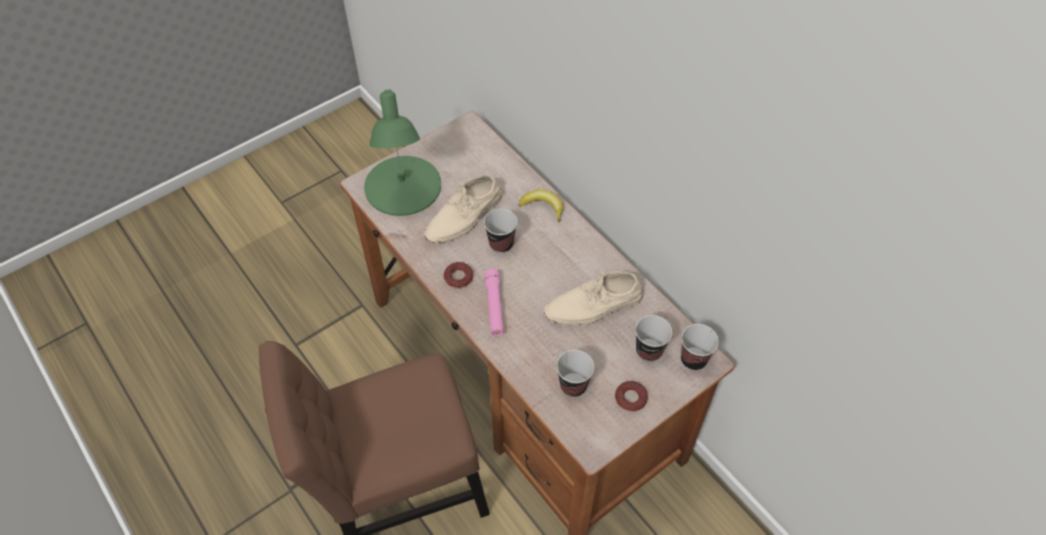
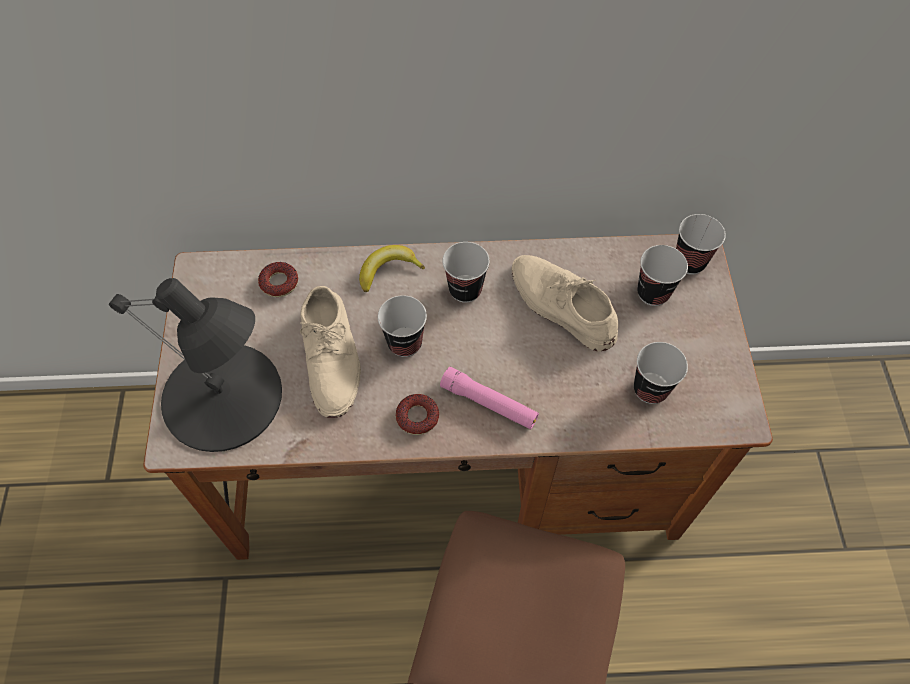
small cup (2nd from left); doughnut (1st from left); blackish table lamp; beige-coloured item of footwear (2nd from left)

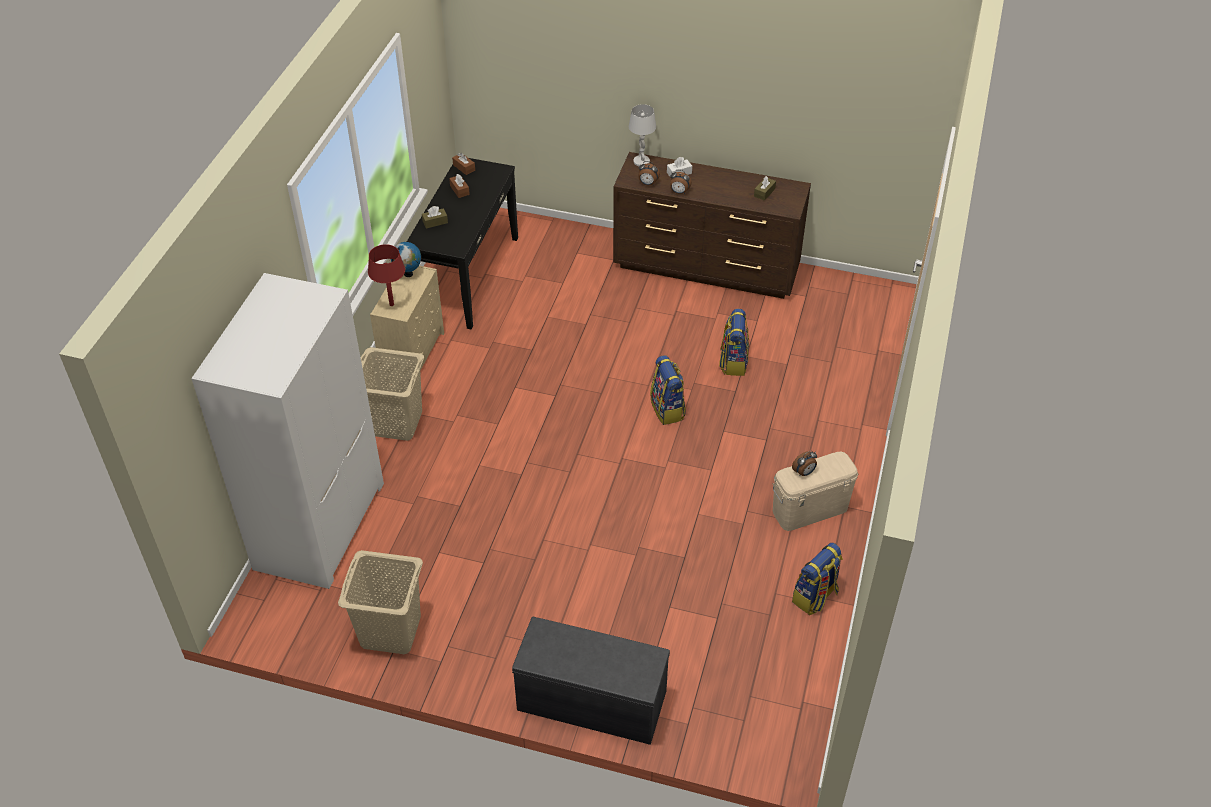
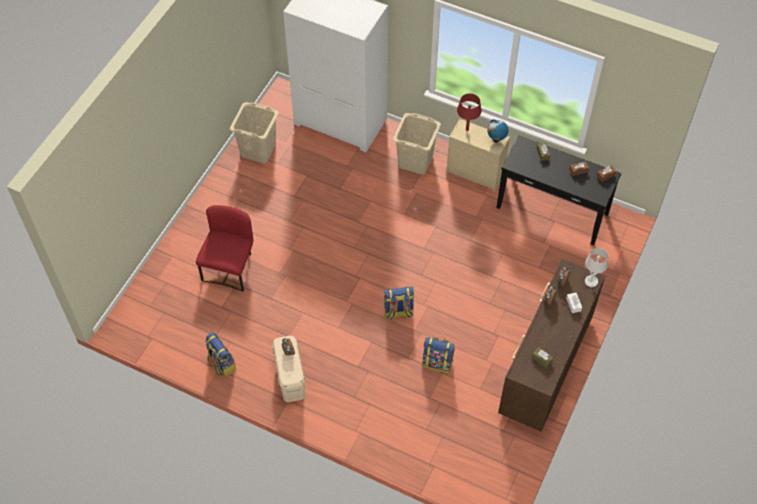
greyish long seat; reddish plain chair

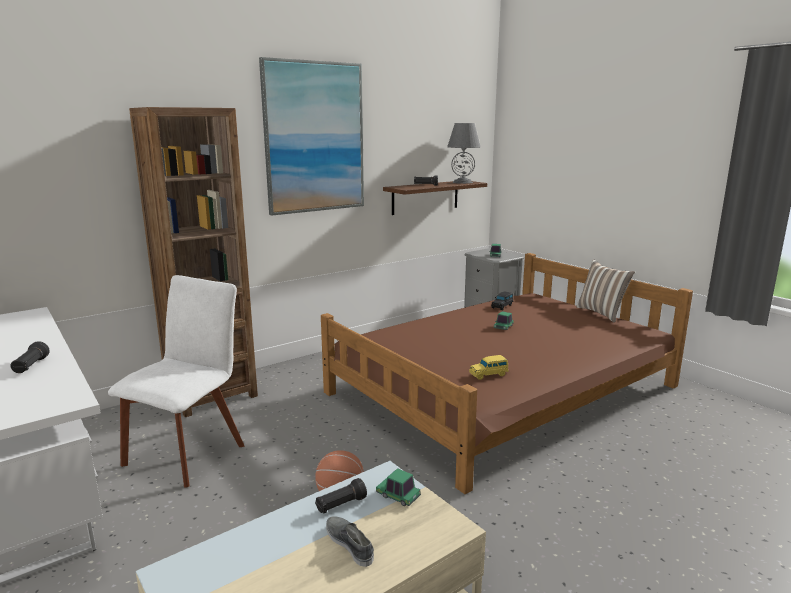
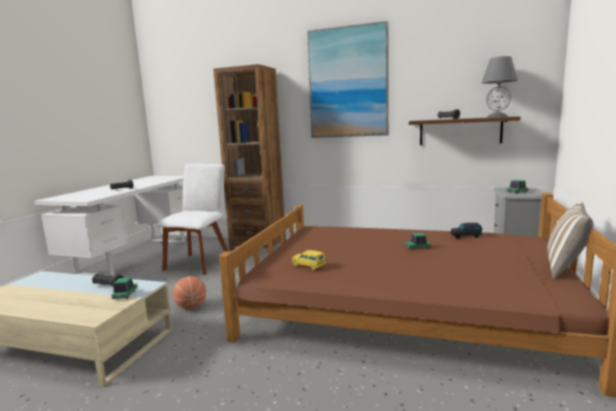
greyish item of footwear; white-coloured plain chair

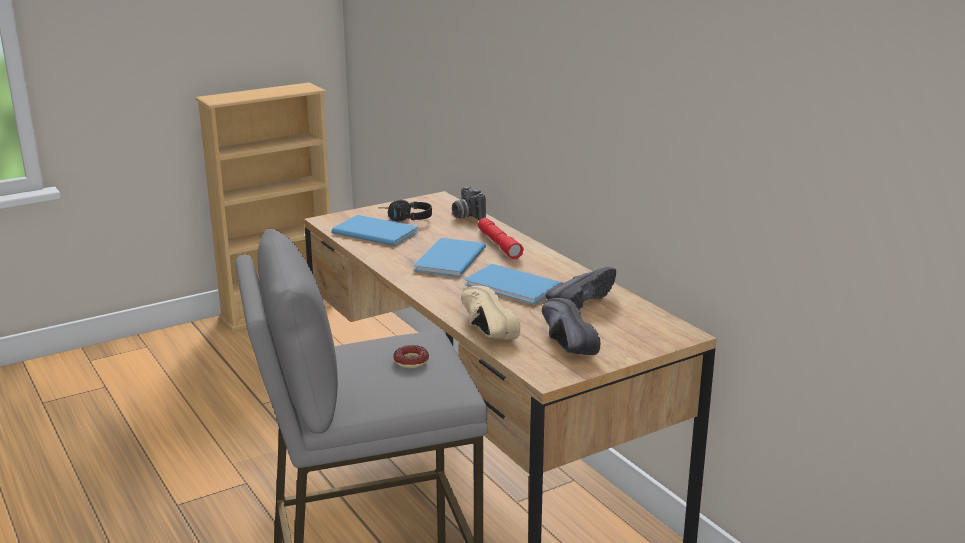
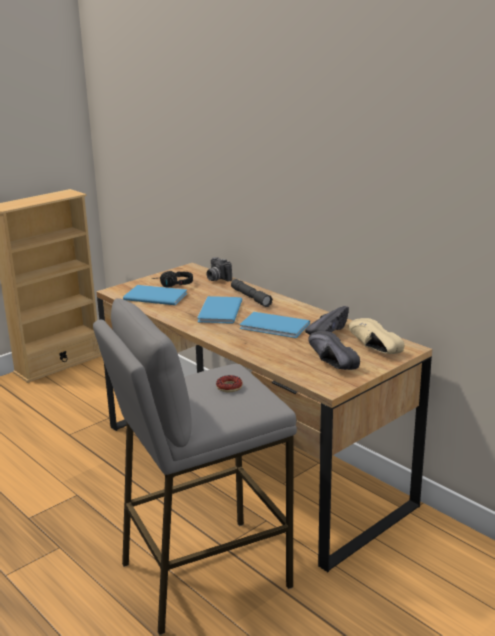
beige-coloured item of footwear; greyish flashlight

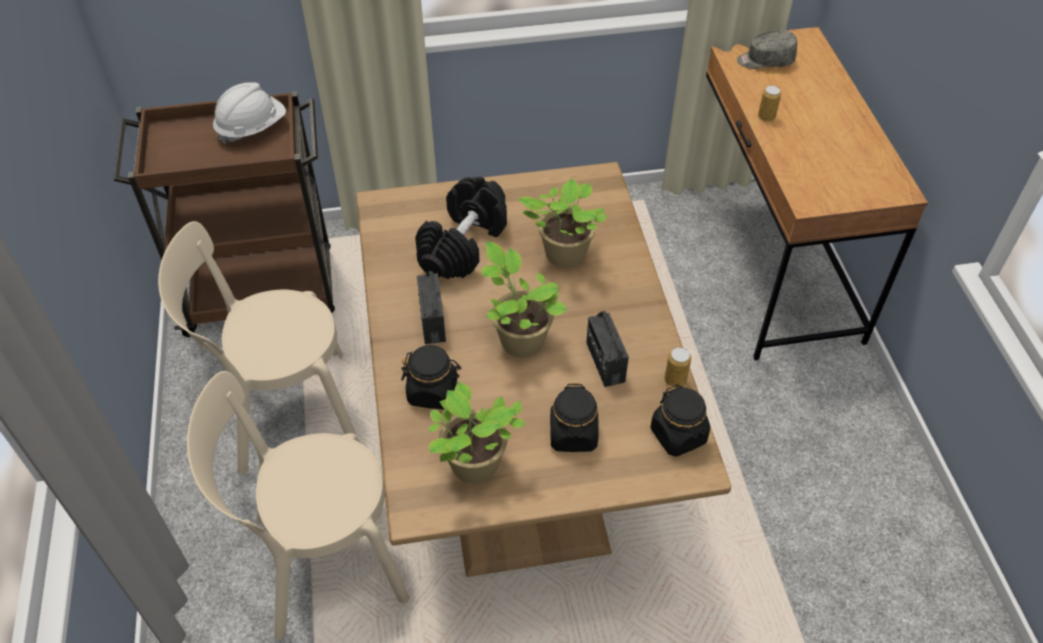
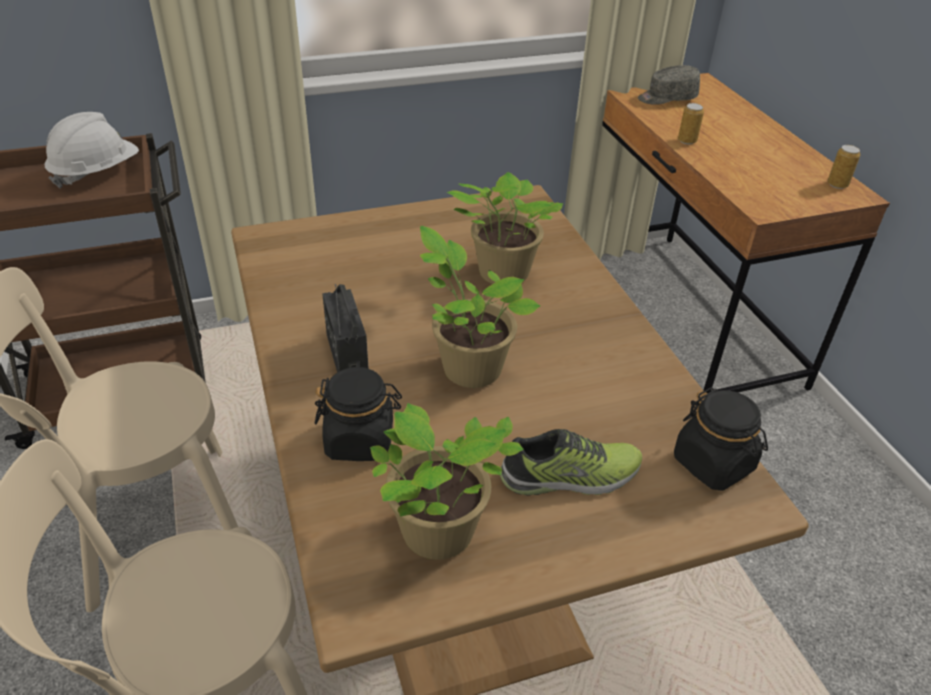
blackish hand weight; radio (2nd from left in the first image); metal can (2nd from left); item of footwear

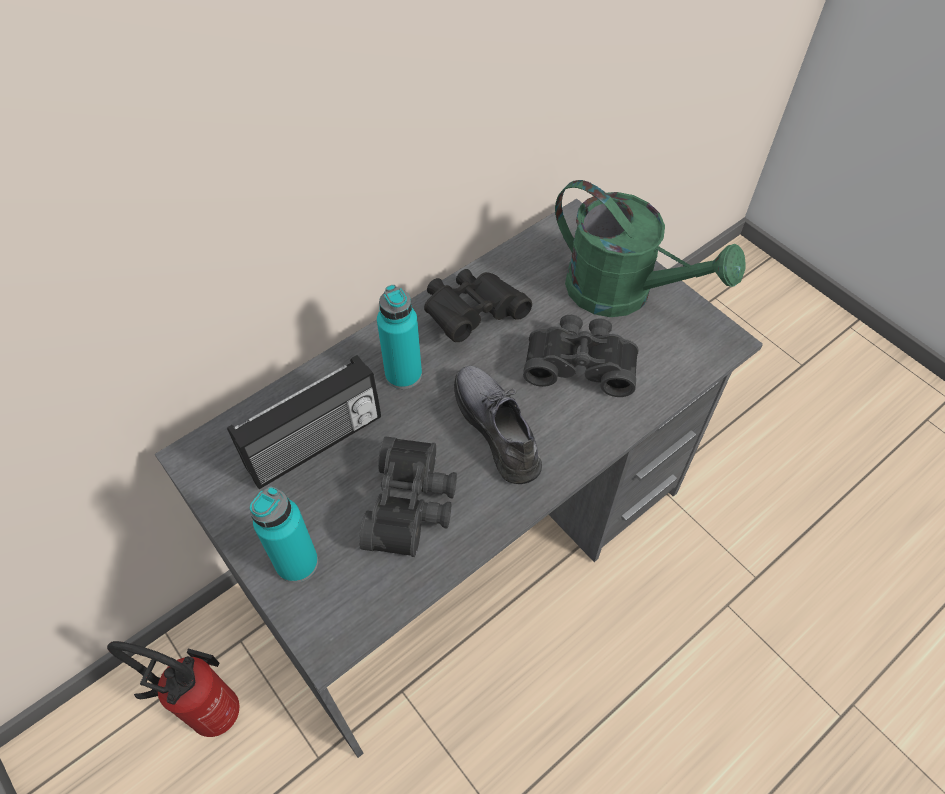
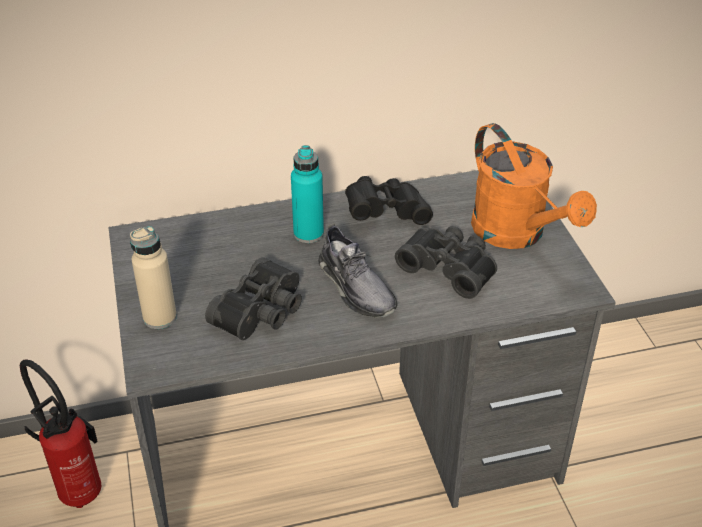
radio; beige-coloured bottle; orangey watering can; greyish item of footwear

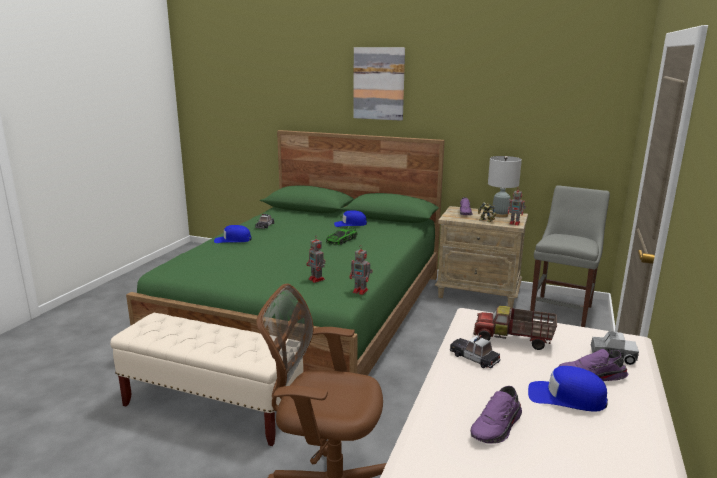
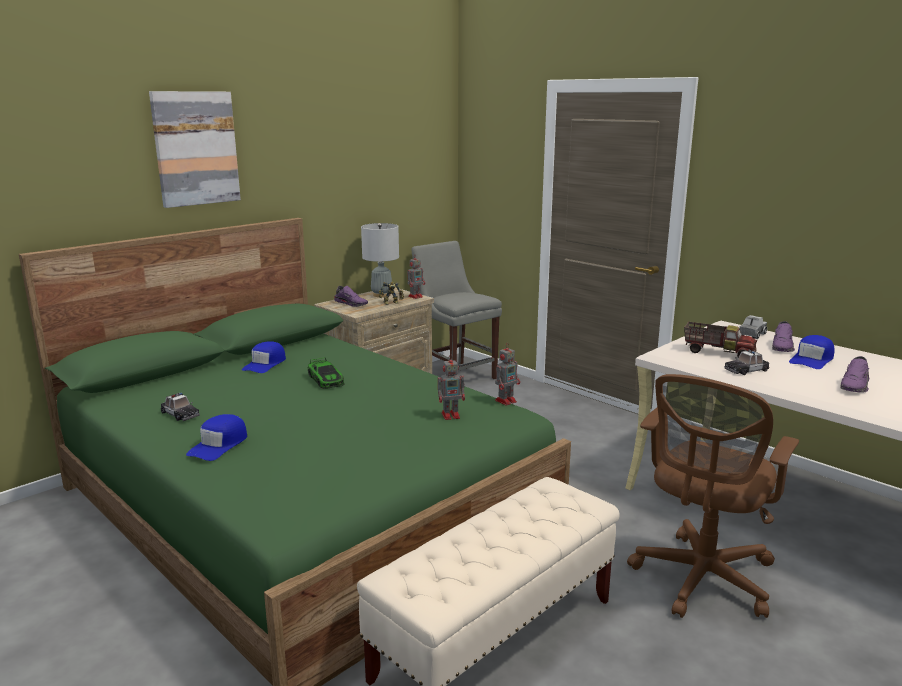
purple-coloured item of footwear (3rd from left); toy lorry (1st from left)

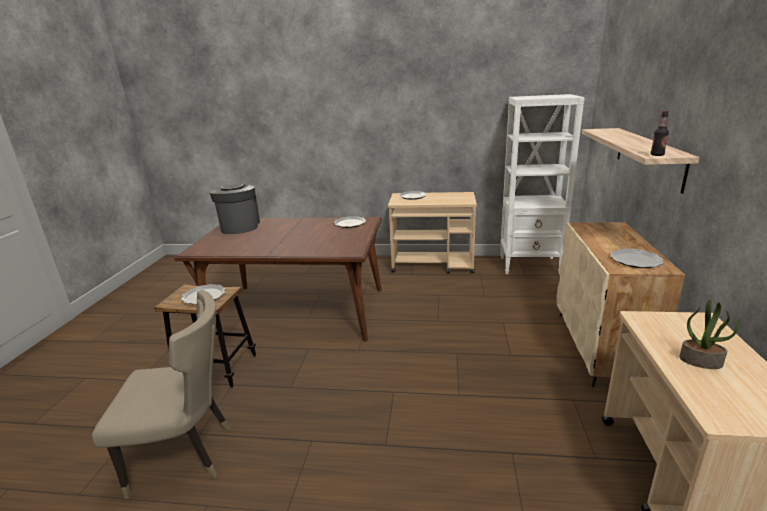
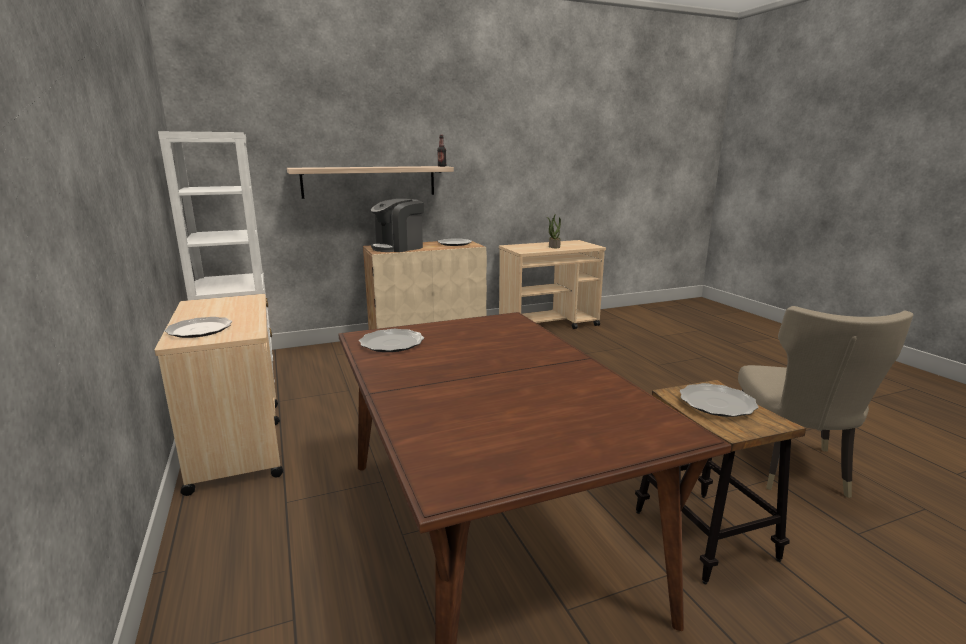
coffee maker; beige-coloured plain chair

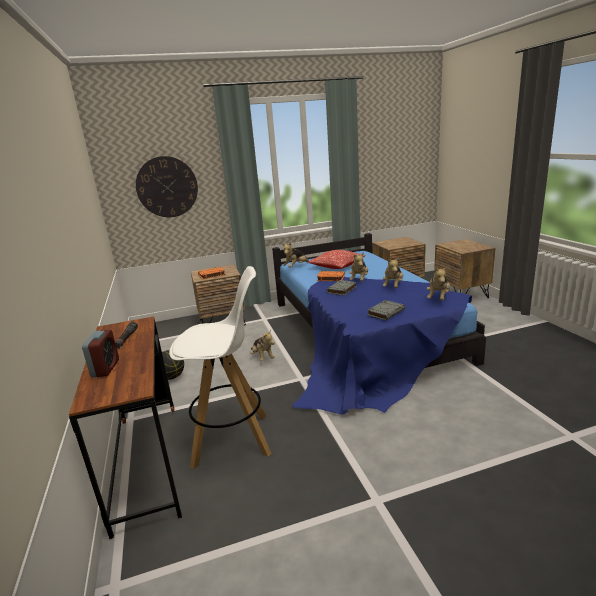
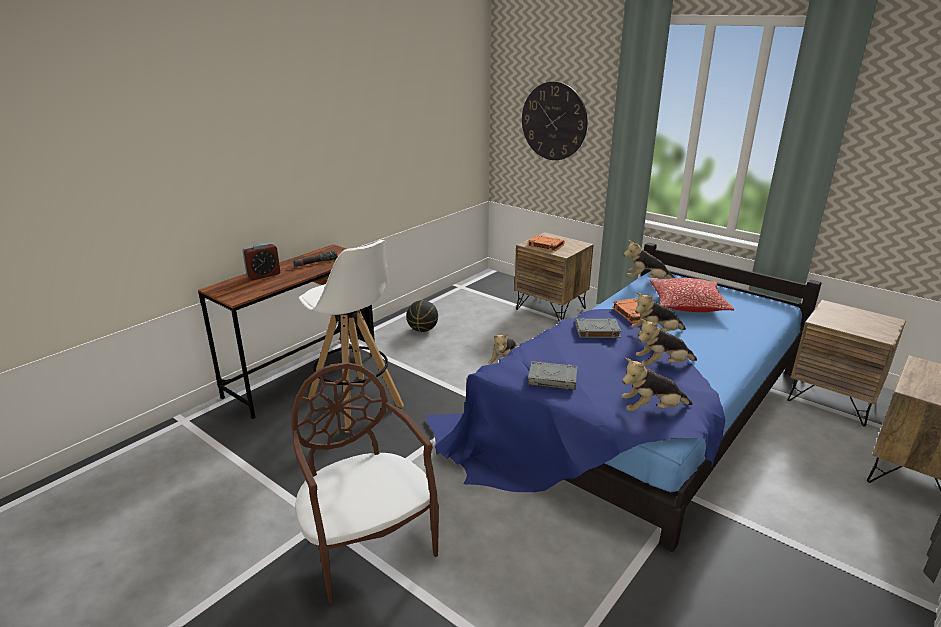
brown-coloured plain chair

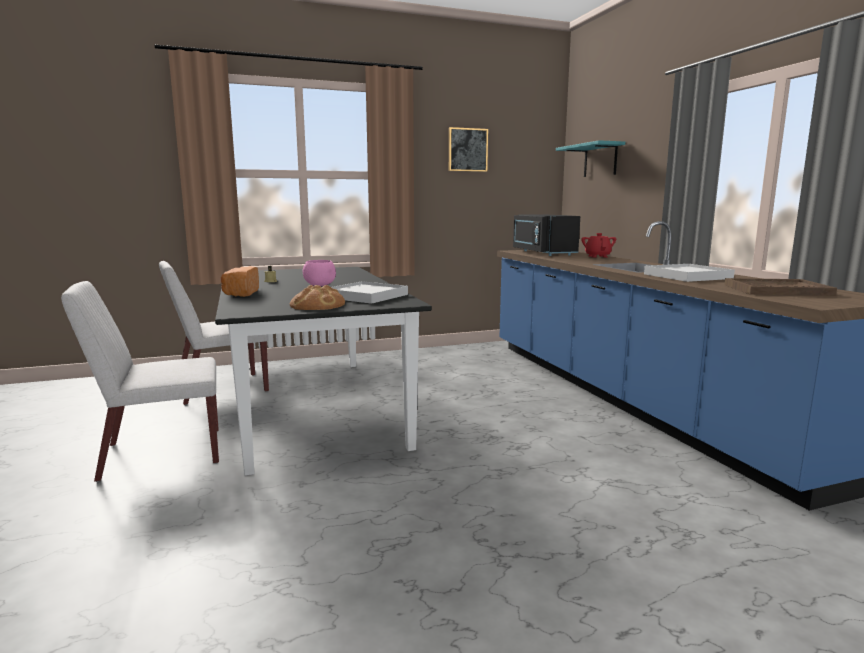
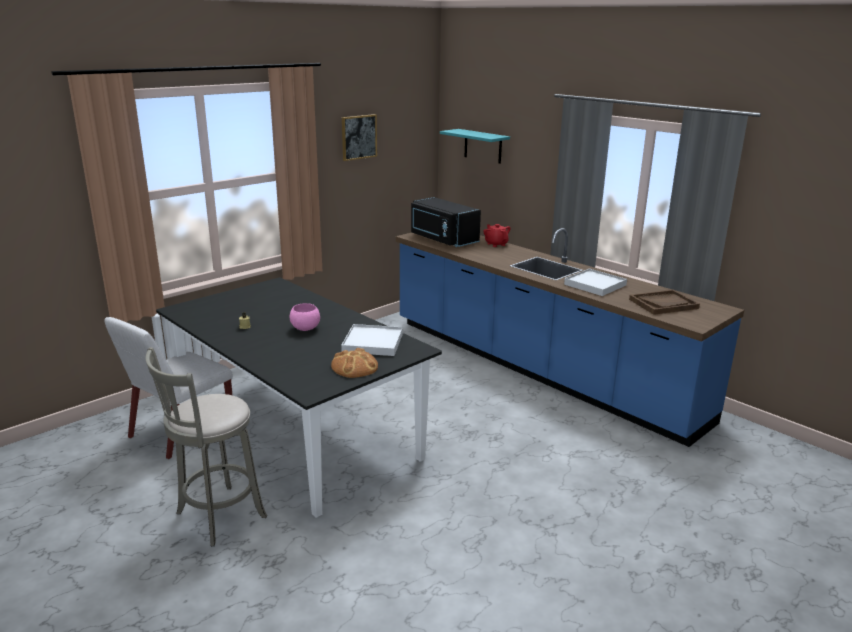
bakery bread (1st from left in the first image); greyish stool

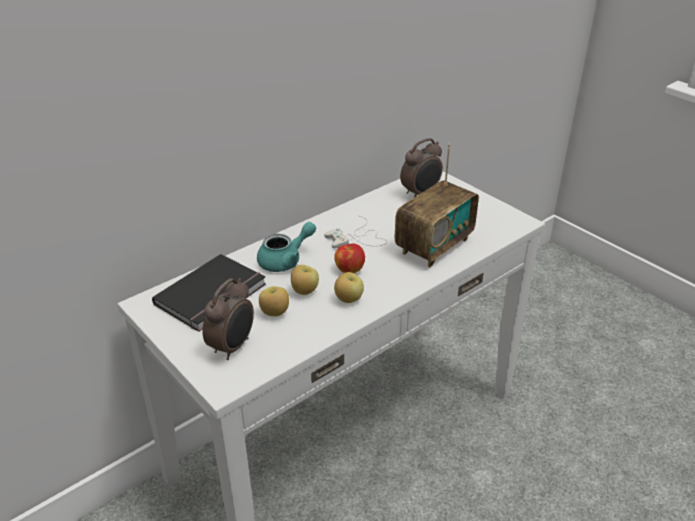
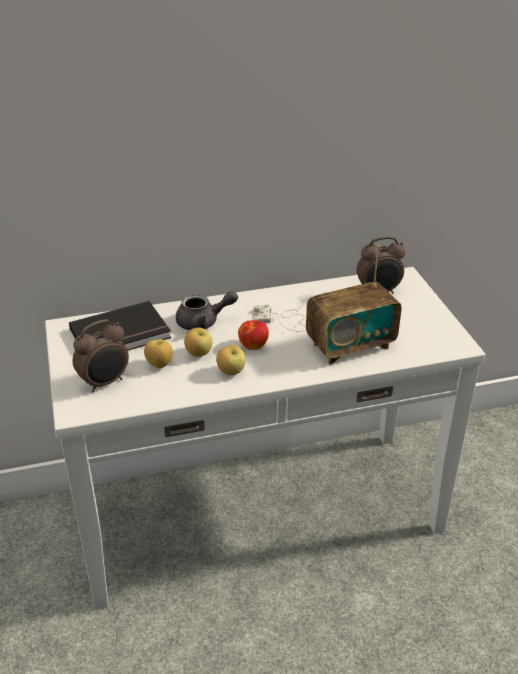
greyish pot for tea

